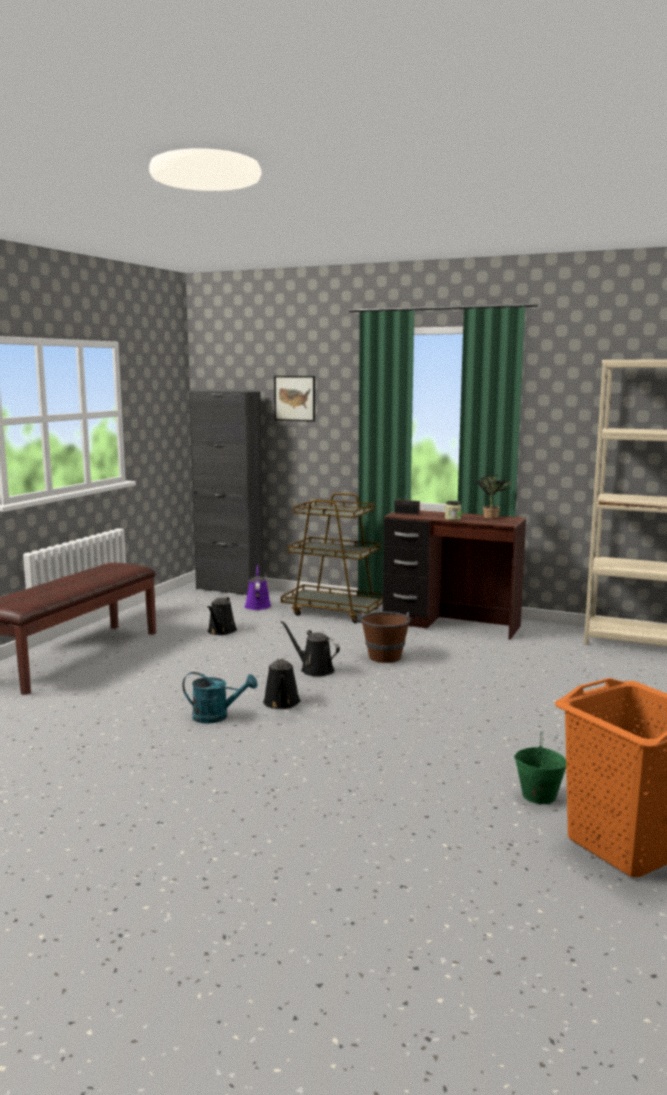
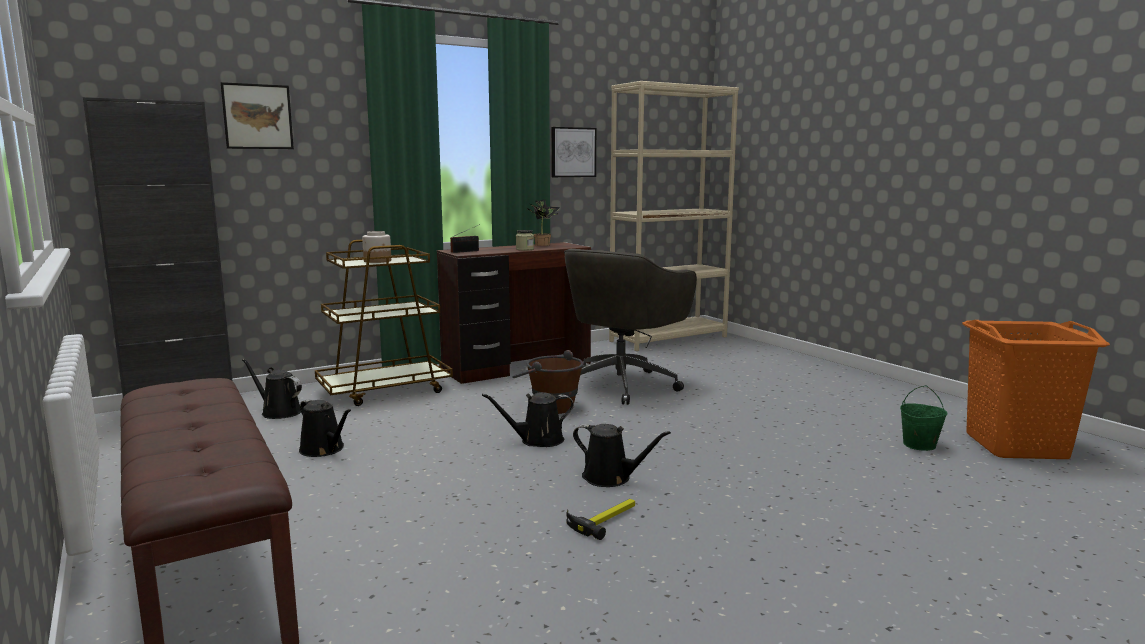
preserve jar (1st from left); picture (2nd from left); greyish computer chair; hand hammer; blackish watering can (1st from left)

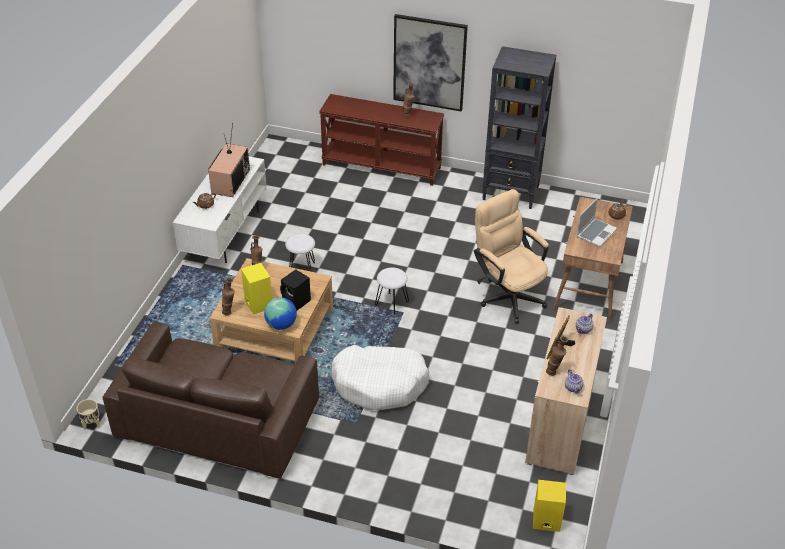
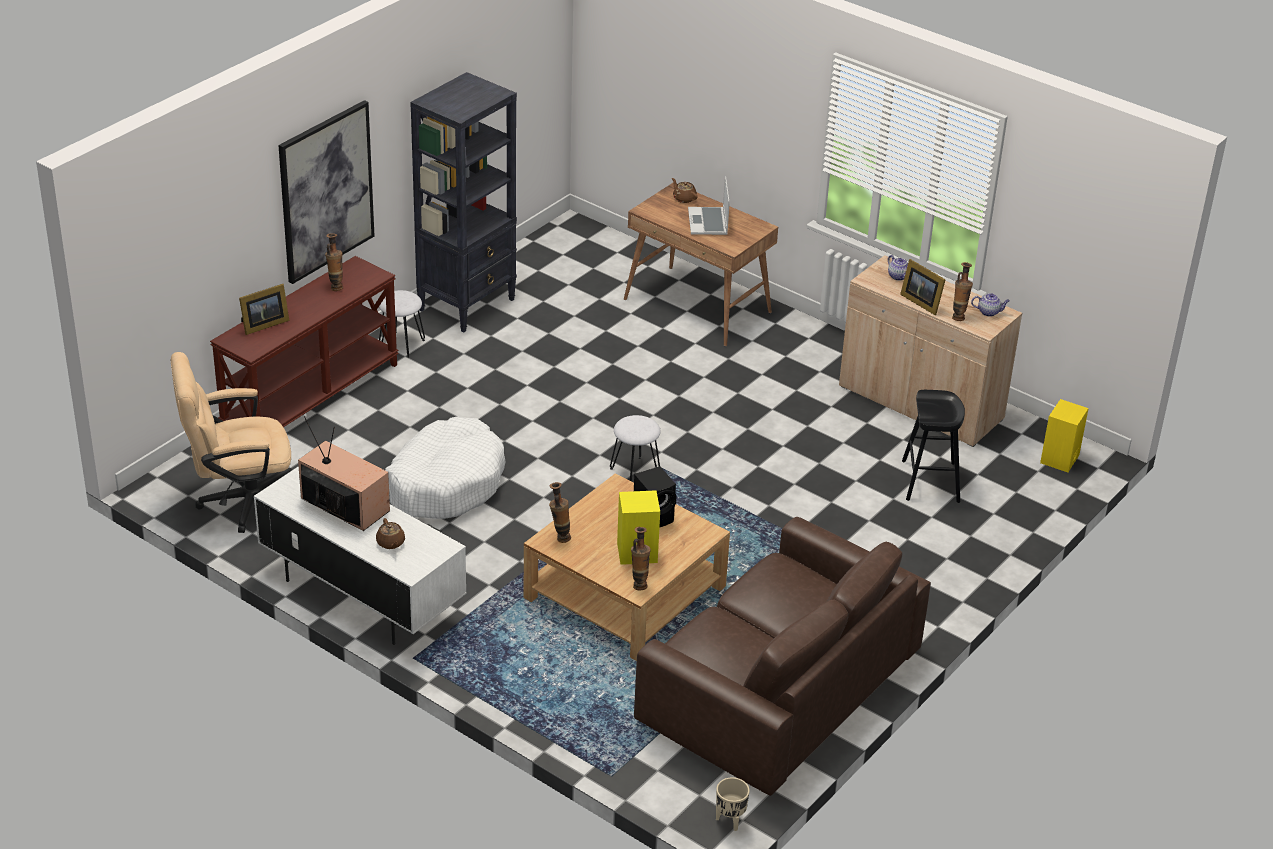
globe; picture frame (1st from left); blackish stool; white-coloured stool (1st from left); white-coloured dog cushion; beige-coloured computer chair; portable computer

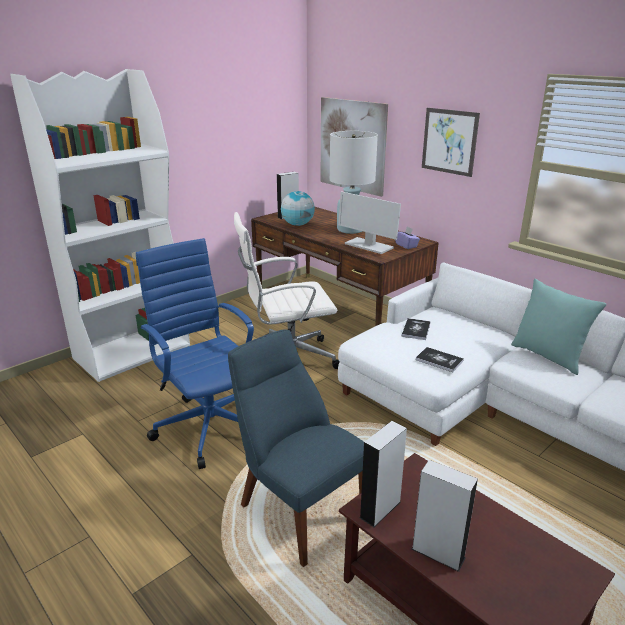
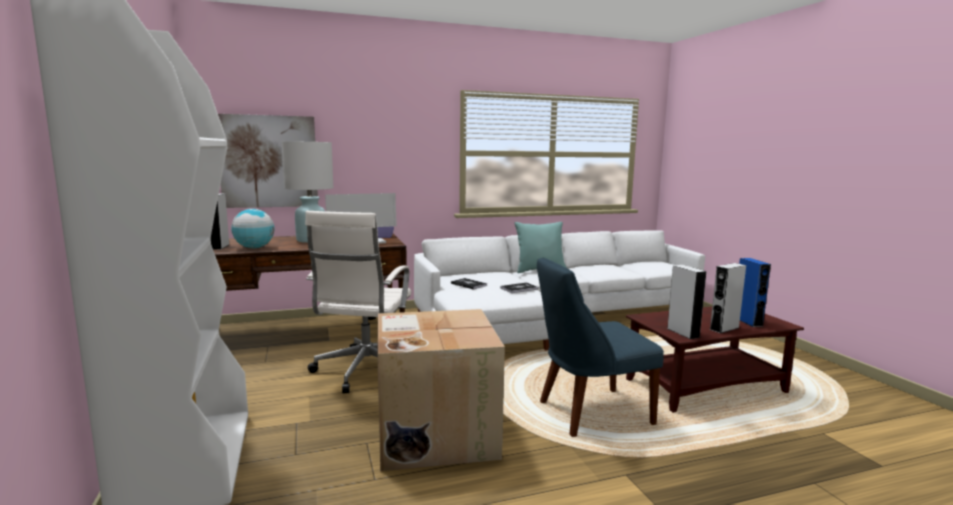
picture (2nd from left in the first image); blue-coloured loudspeaker; carton

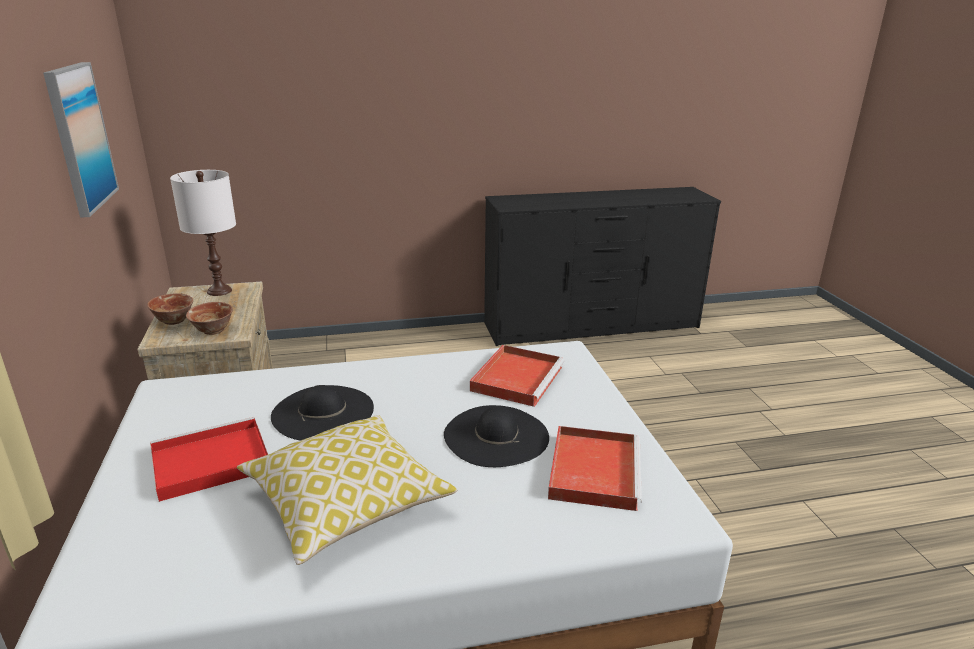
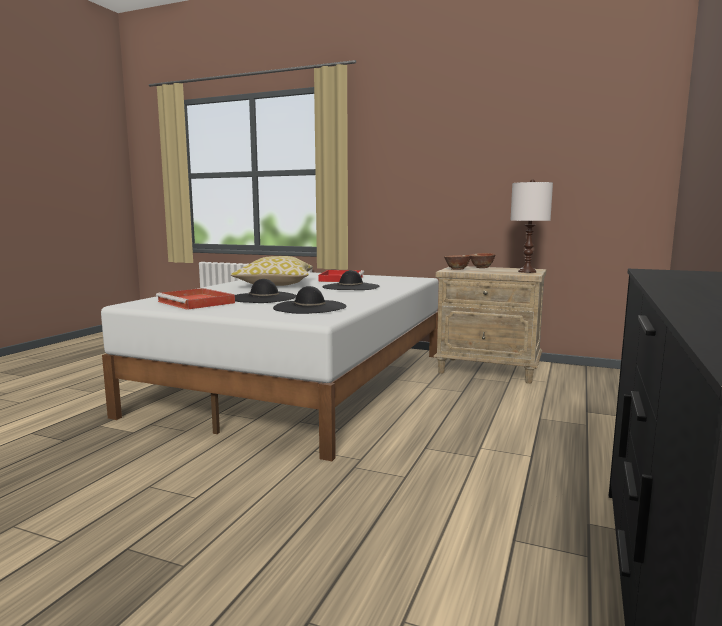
picture; blackish hat (2nd from left)

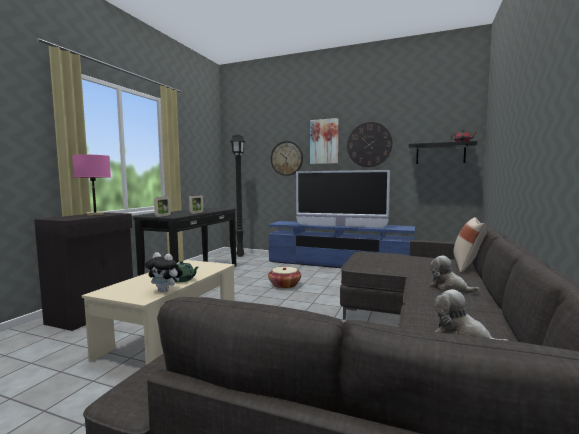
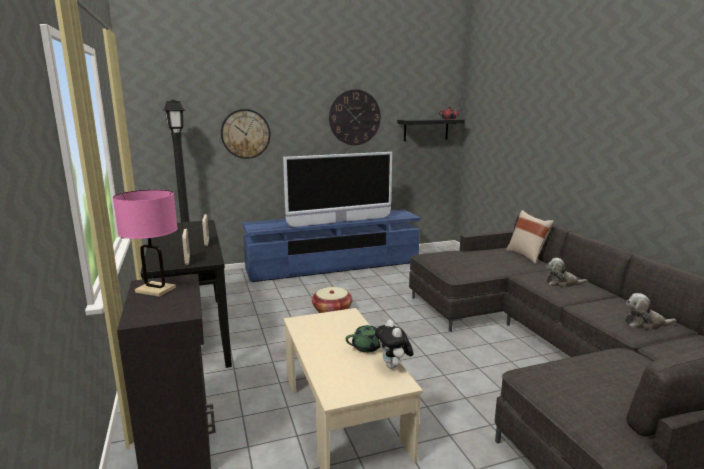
picture; cuddly toy (1st from left)

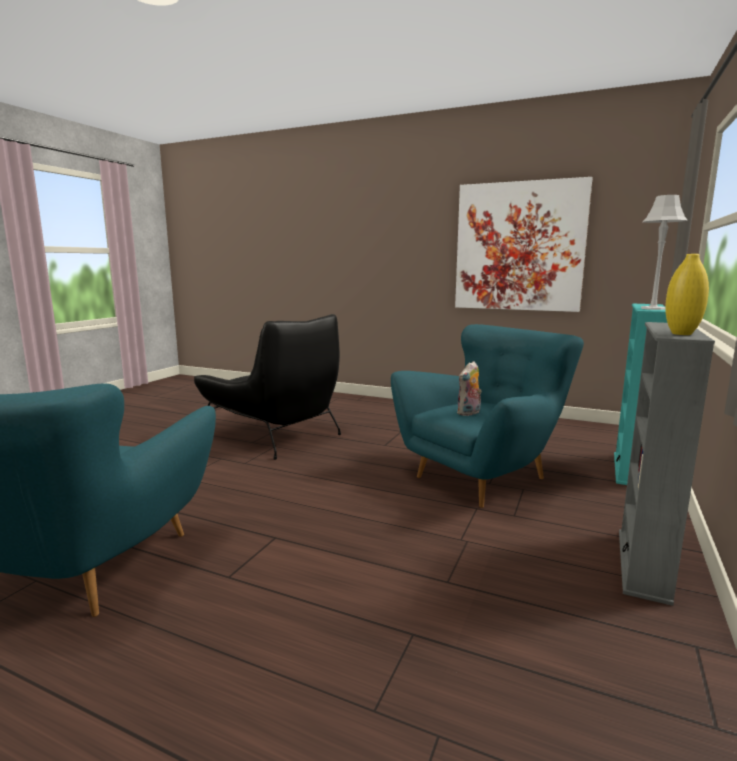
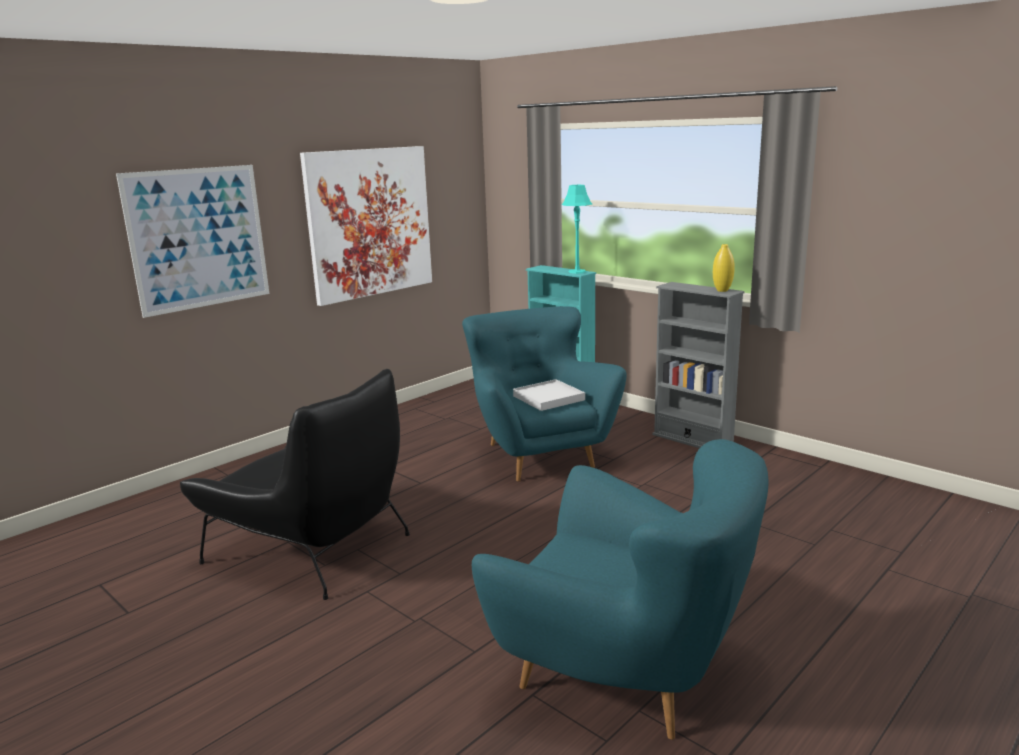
picture (1st from left); white-coloured carrying tray; turquoise-coloured table lamp; blackish armchair

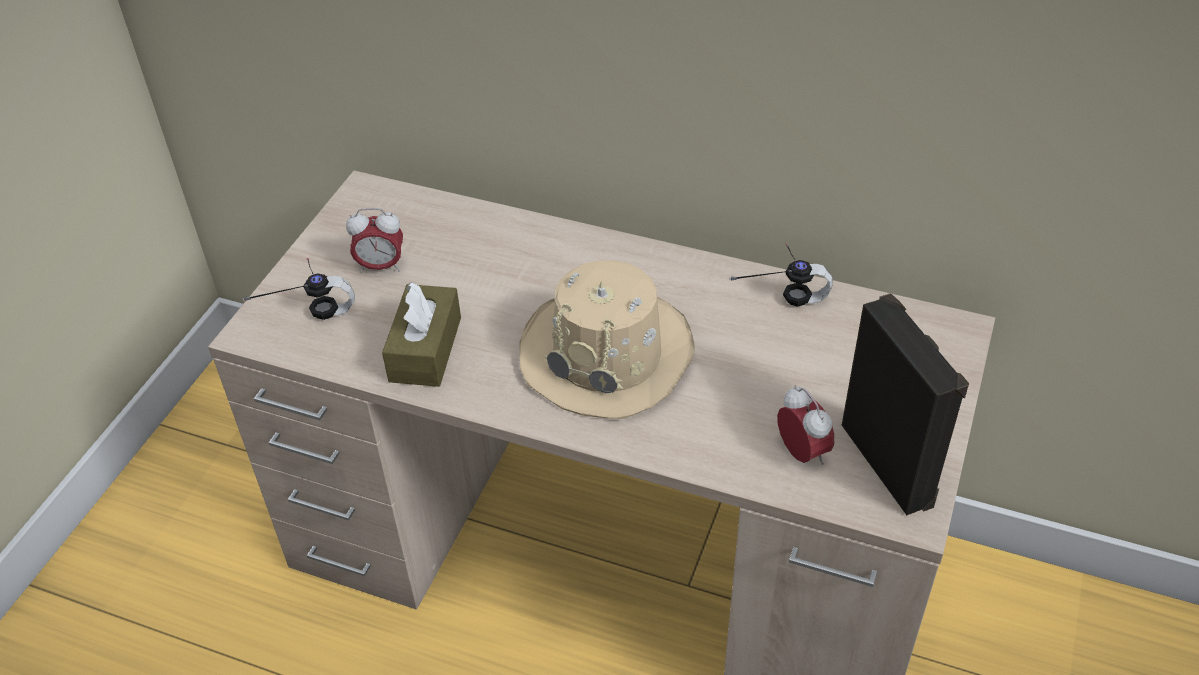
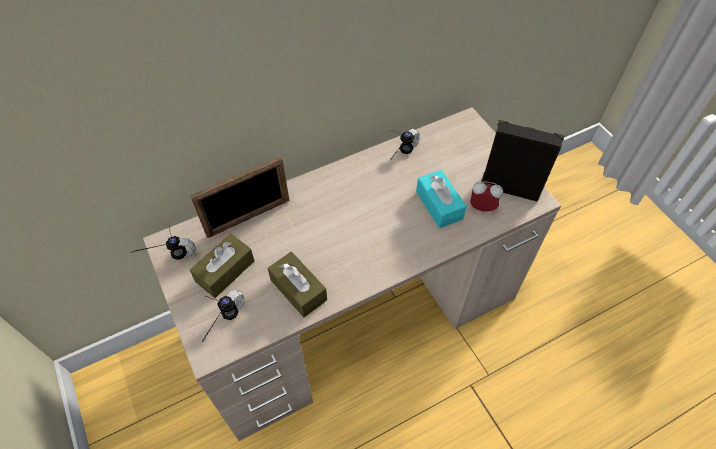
beige-coloured hat; pair of headphones (1st from left); picture frame; turquoise-coloured box of tissues; brown-coloured box of tissues (1st from left)

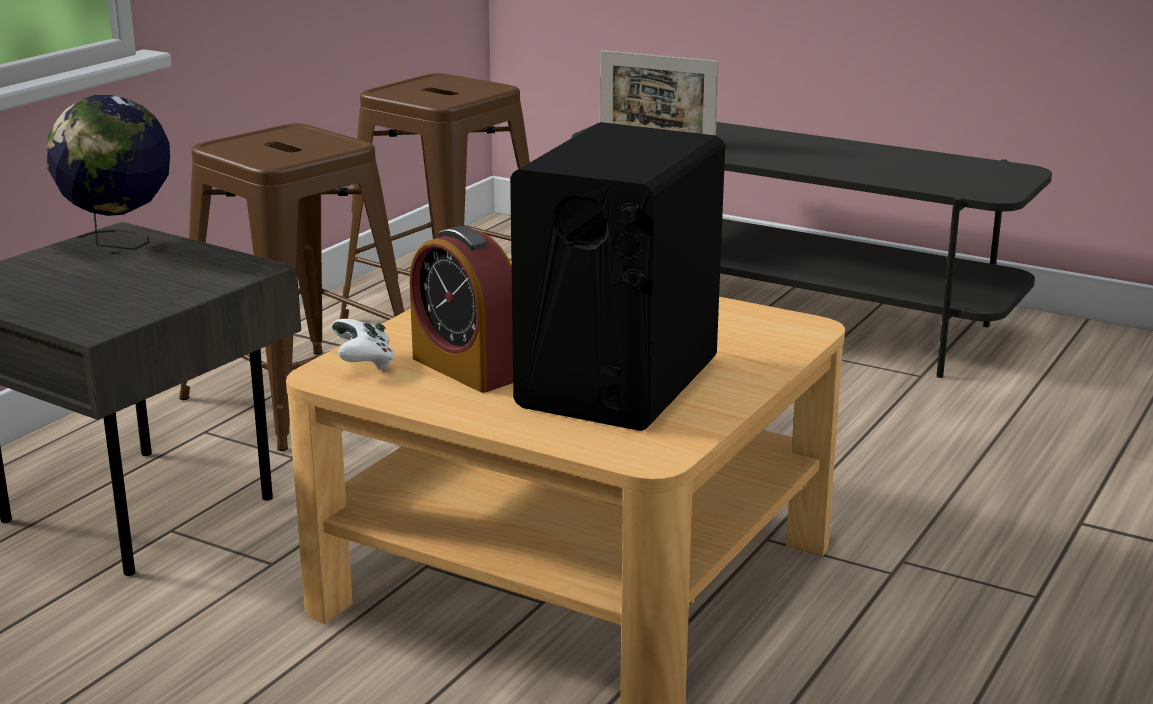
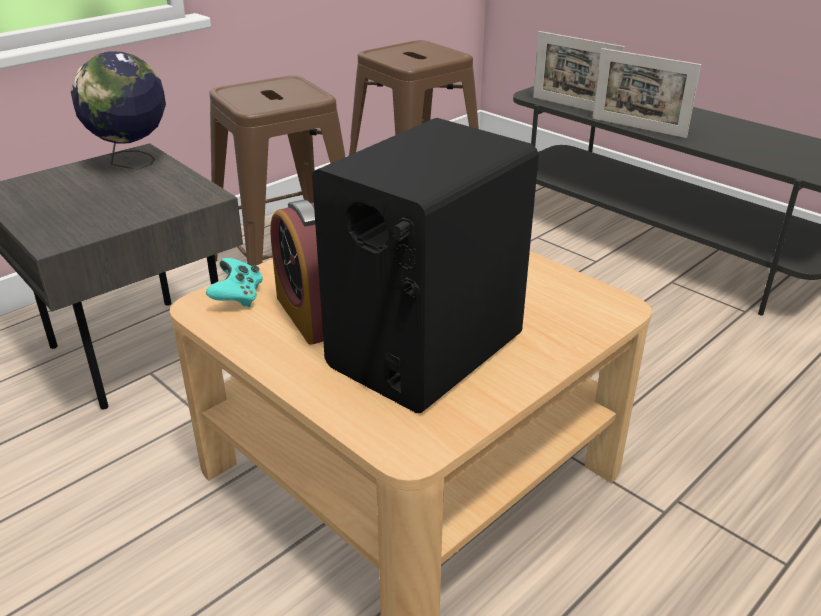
picture frame (2nd from left); turquoise-coloured joypad

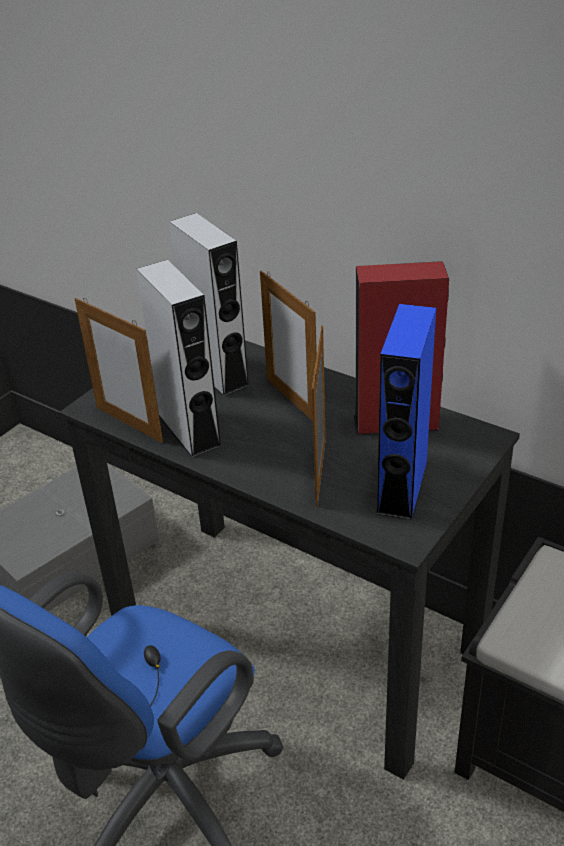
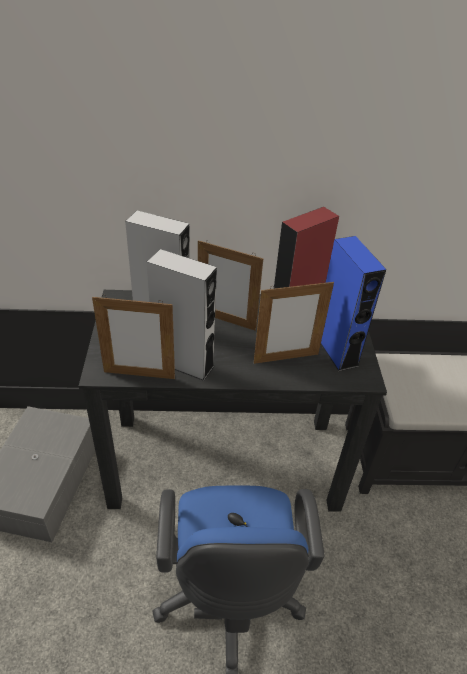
picture frame (3rd from left)

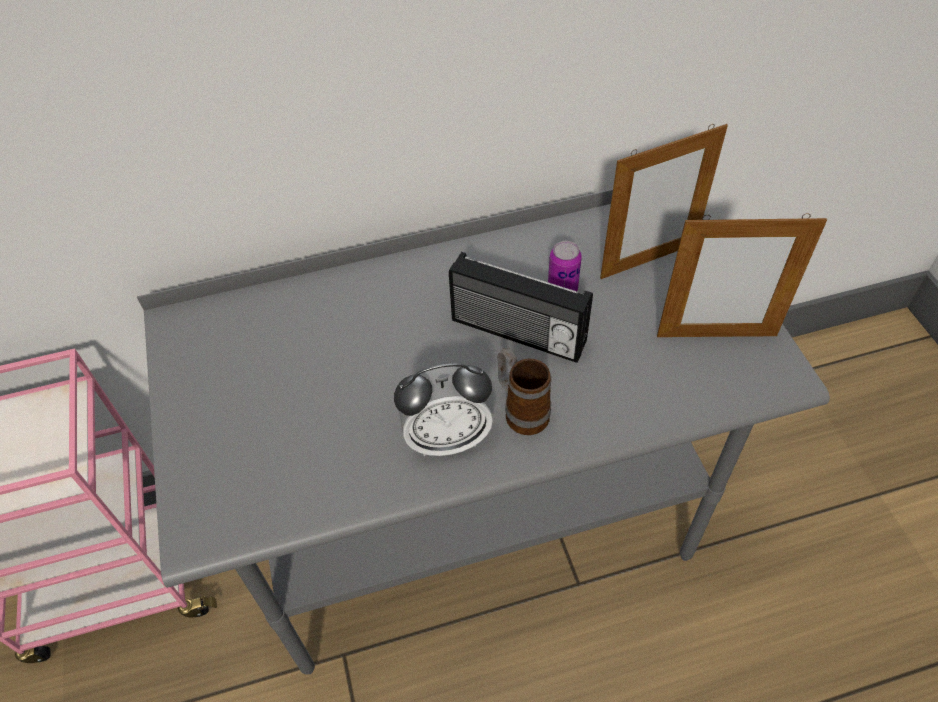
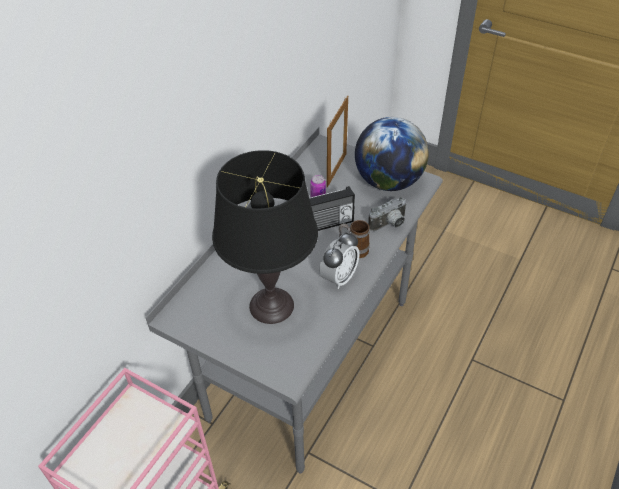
blackish table lamp; photo camera; globe

